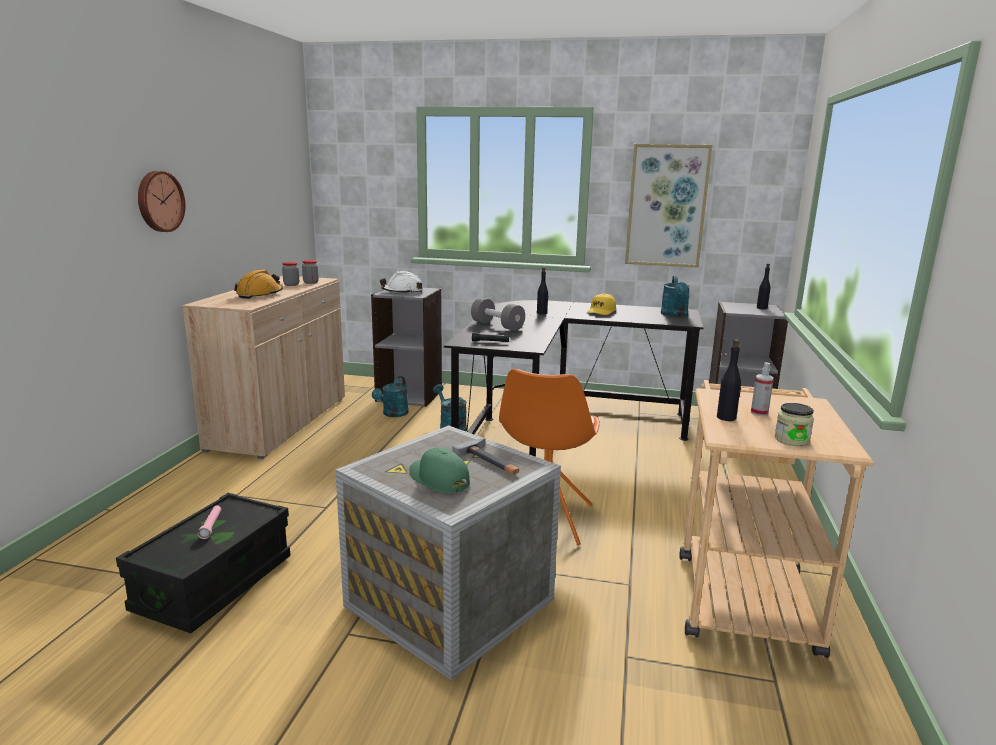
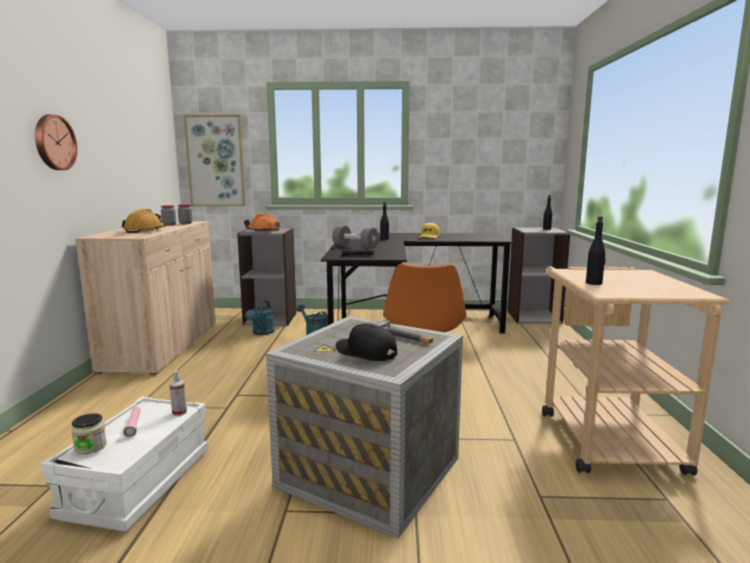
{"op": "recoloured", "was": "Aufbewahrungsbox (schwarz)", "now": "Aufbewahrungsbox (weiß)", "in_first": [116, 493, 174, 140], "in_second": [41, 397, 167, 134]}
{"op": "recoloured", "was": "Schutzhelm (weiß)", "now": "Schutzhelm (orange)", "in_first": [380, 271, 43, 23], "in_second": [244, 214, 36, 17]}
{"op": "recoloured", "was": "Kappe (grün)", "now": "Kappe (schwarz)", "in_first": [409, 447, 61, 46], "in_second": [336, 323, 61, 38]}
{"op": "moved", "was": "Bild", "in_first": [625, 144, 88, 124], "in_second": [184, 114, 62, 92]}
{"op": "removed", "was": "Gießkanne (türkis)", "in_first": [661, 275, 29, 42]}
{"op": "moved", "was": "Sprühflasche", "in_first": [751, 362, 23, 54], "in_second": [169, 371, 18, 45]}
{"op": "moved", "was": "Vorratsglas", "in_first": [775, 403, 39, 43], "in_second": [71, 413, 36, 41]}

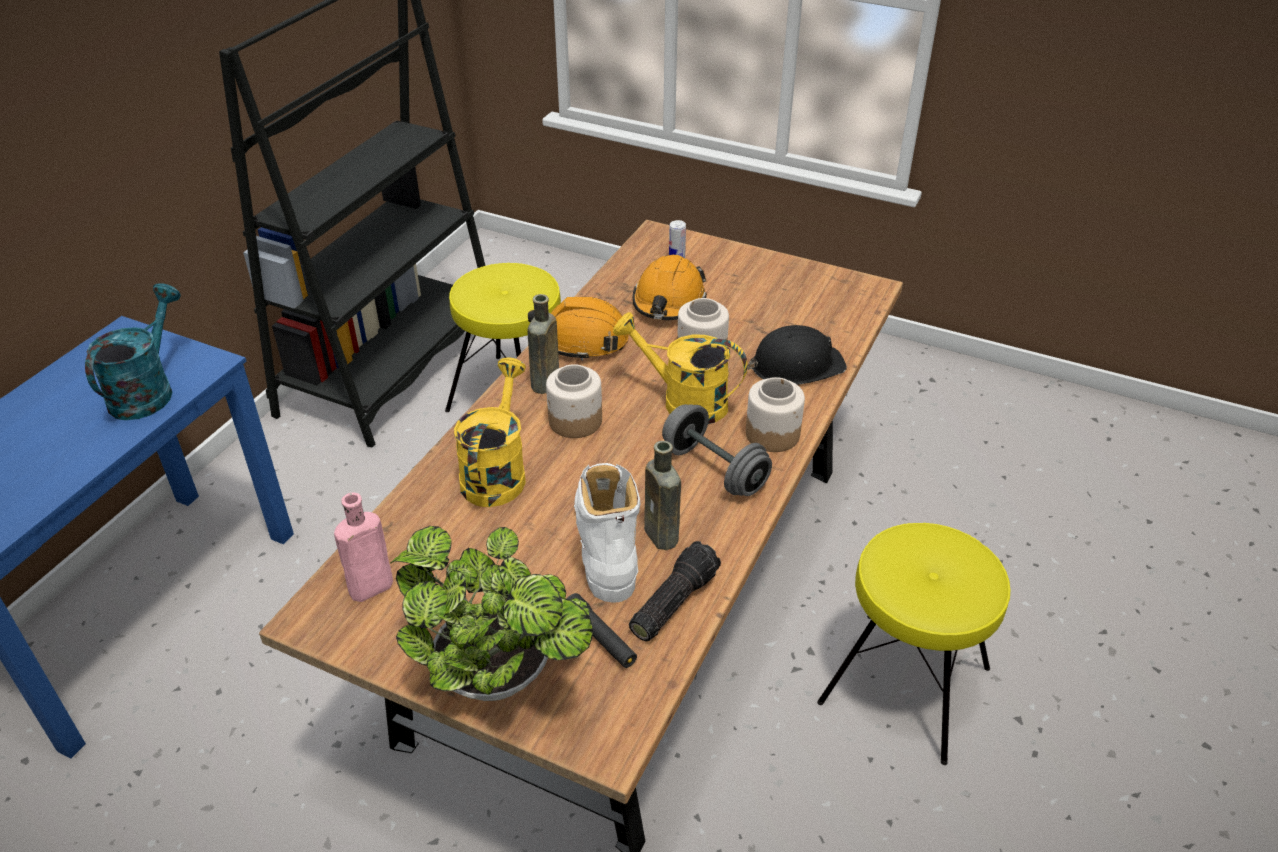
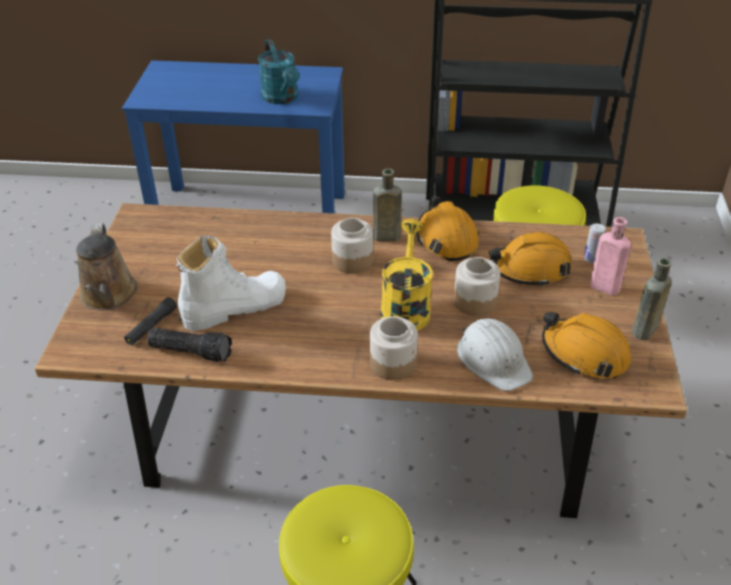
{"op": "turned", "was": "Gießkanne (türkis)", "in_first": [85, 283, 96, 137], "in_second": [258, 39, 41, 65], "clockwise": 75}
{"op": "moved", "was": "Flasche (rosa)", "in_first": [334, 492, 59, 110], "in_second": [588, 217, 43, 78]}
{"op": "replaced", "was": "Topfpflanze", "now": "Gießkanne (braun)", "in_first": [390, 526, 203, 175], "in_second": [76, 223, 62, 87]}
{"op": "removed", "was": "Gießkanne (gelb)", "in_first": [454, 358, 72, 149]}
{"op": "moved", "was": "Flasche (braun)", "in_first": [644, 441, 37, 109], "in_second": [632, 258, 40, 82]}
{"op": "removed", "was": "Hantel (grau)", "in_first": [662, 404, 110, 92]}
{"op": "recoloured", "was": "Schutzhelm (schwarz)", "now": "Schutzhelm (weiß)", "in_first": [748, 325, 99, 60], "in_second": [457, 318, 76, 73]}
{"op": "added", "now": "Schutzhelm (orange)", "in_second": [542, 312, 89, 66]}

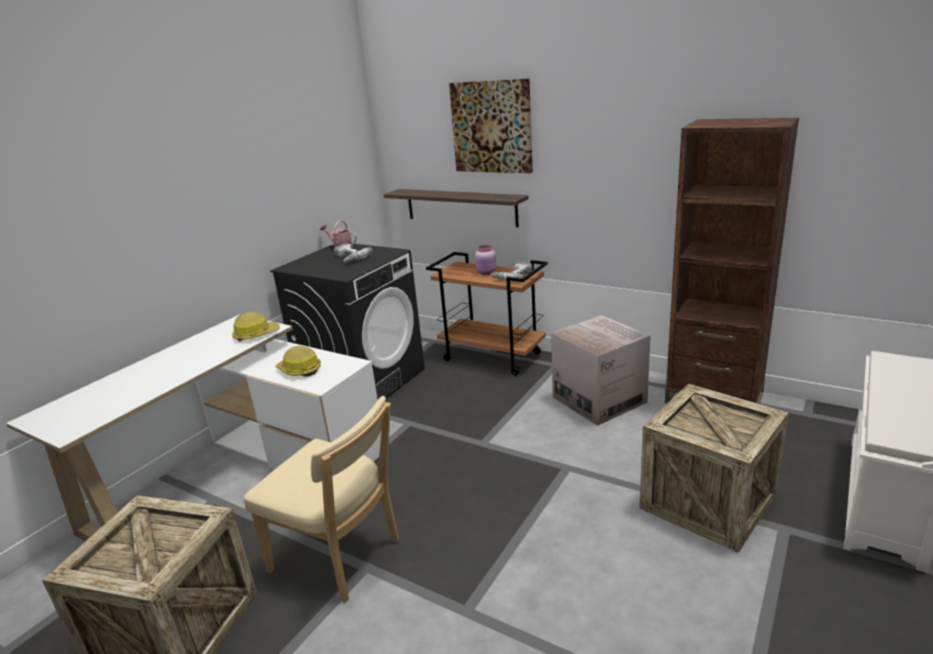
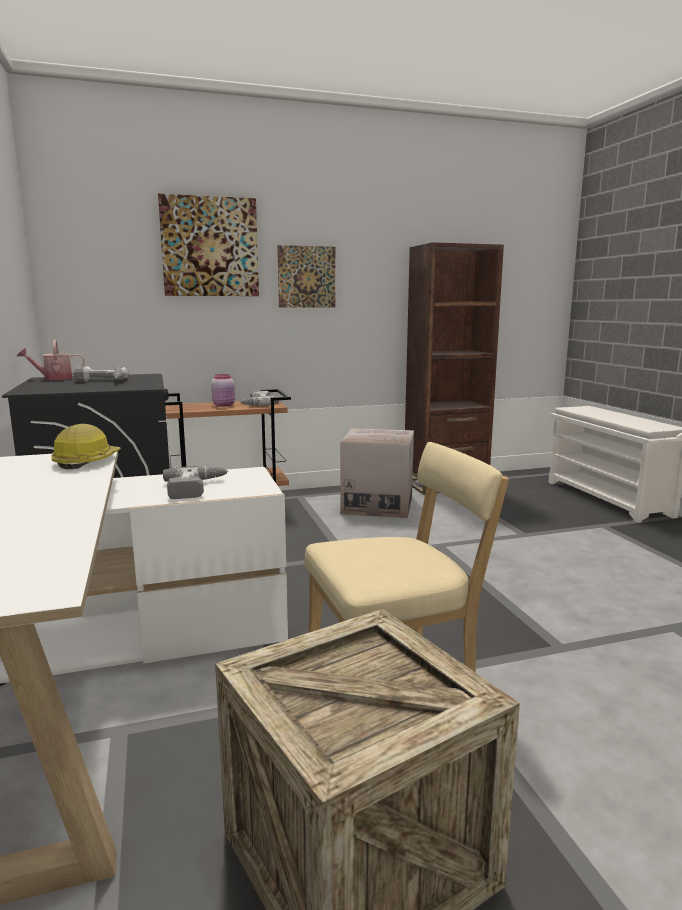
{"op": "replaced", "was": "Schutzhelm", "now": "Bohrmaschine", "in_first": [275, 346, 46, 31], "in_second": [163, 466, 65, 33]}
{"op": "removed", "was": "Wandregal", "in_first": [384, 189, 144, 38]}
{"op": "removed", "was": "Kiste", "in_first": [639, 384, 150, 169]}
{"op": "added", "now": "Bild", "in_second": [277, 245, 59, 63]}

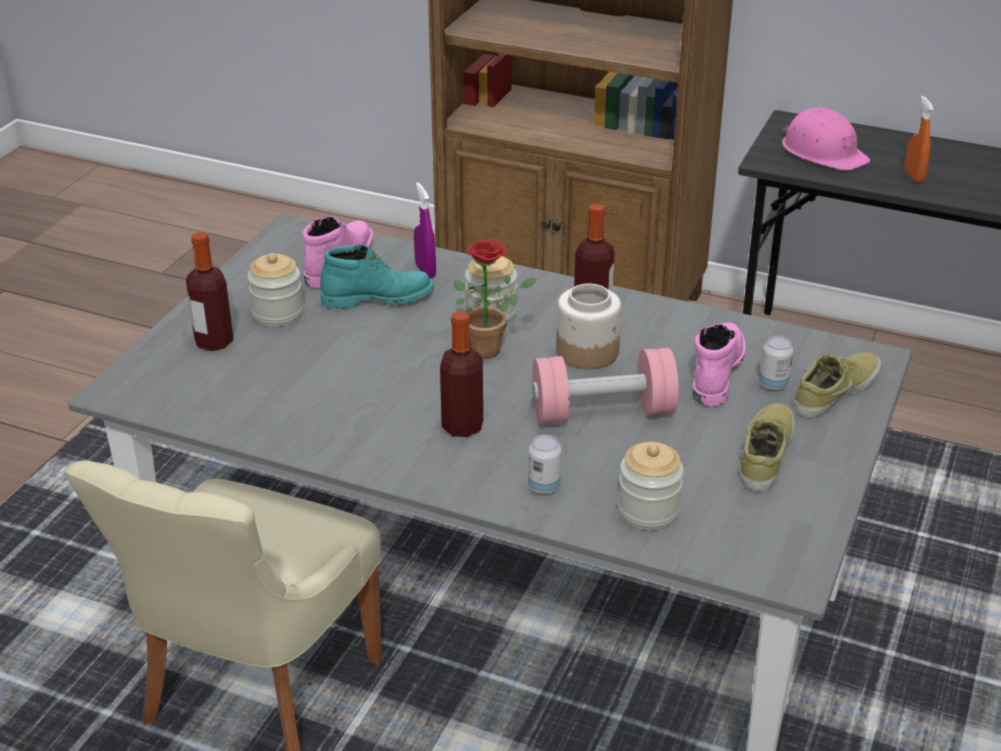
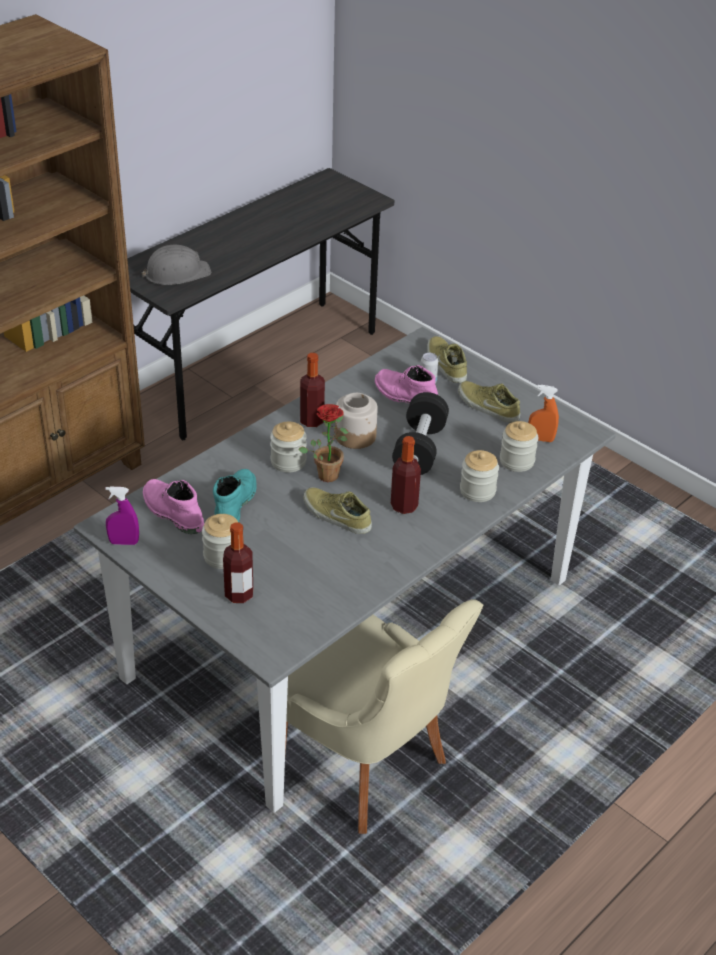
{"op": "moved", "was": "Sprühflasche (lila)", "in_first": [414, 182, 22, 96], "in_second": [106, 487, 33, 58]}
{"op": "replaced", "was": "Dose", "now": "Vorratsglas", "in_first": [528, 435, 34, 59], "in_second": [460, 450, 39, 52]}
{"op": "recoloured", "was": "Hantel (rosa)", "now": "Hantel (schwarz)", "in_first": [532, 348, 147, 76], "in_second": [392, 392, 57, 83]}
{"op": "recoloured", "was": "Schutzhelm (rosa)", "now": "Schutzhelm (grau)", "in_first": [782, 108, 88, 63], "in_second": [141, 245, 70, 40]}
{"op": "moved", "was": "Sprühflasche (orange)", "in_first": [905, 96, 29, 87], "in_second": [528, 385, 31, 57]}
{"op": "added", "now": "Schuh (beige)", "in_second": [303, 487, 69, 47]}

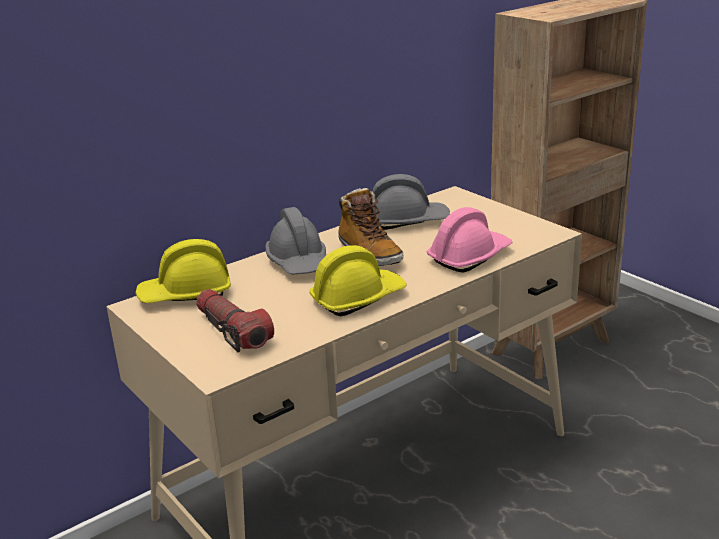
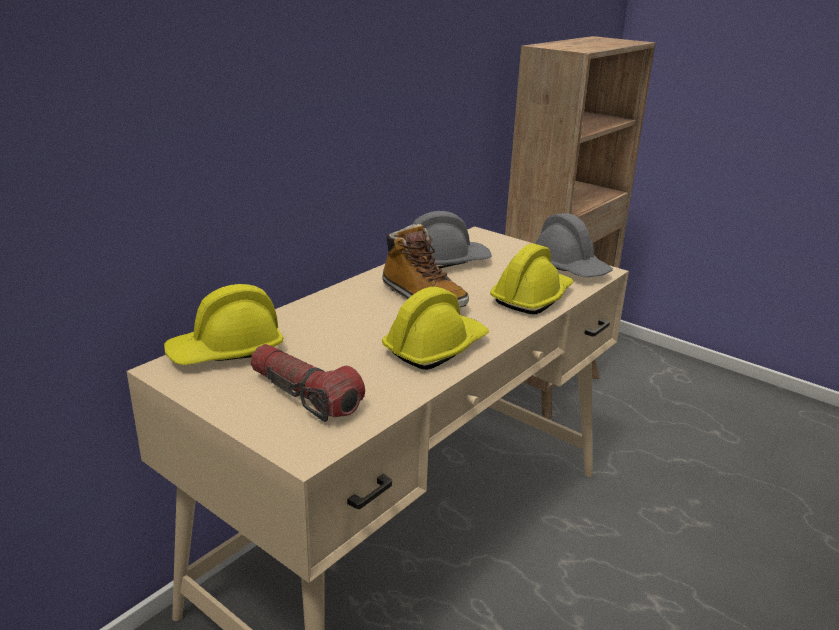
{"op": "moved", "was": "Schutzhelm (grau)", "in_first": [265, 207, 61, 67], "in_second": [535, 213, 78, 64]}
{"op": "recoloured", "was": "Schutzhelm (rosa)", "now": "Schutzhelm (gelb)", "in_first": [427, 207, 86, 66], "in_second": [490, 244, 84, 70]}

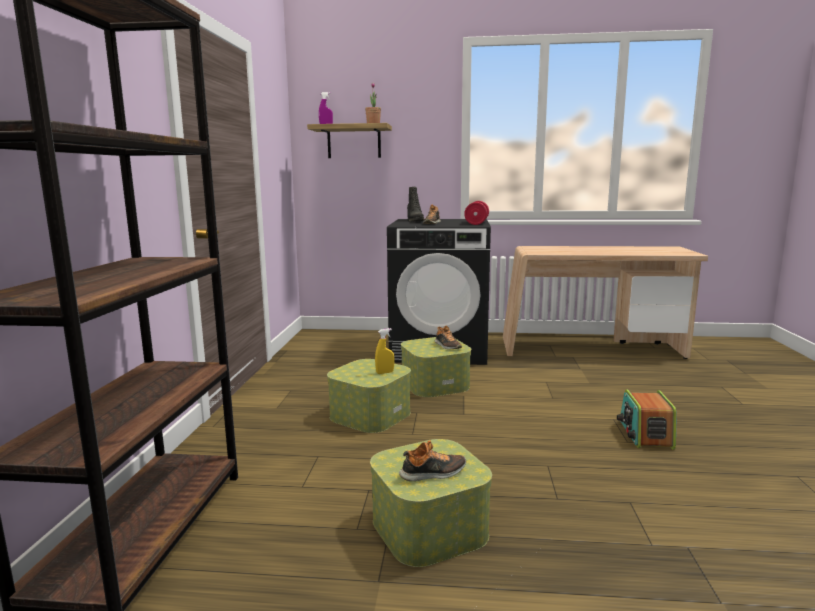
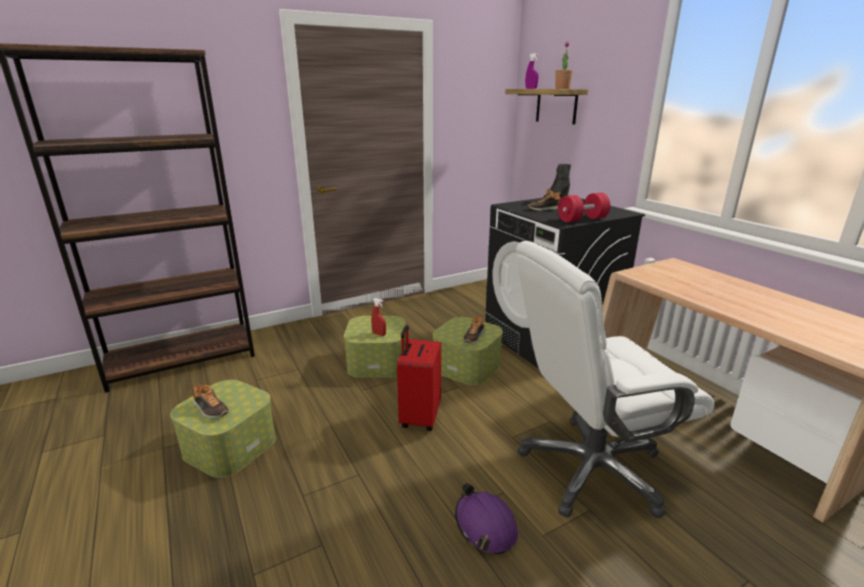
{"op": "recoloured", "was": "Sprühflasche (gelb)", "now": "Sprühflasche (rot)", "in_first": [375, 328, 20, 46], "in_second": [371, 298, 15, 38]}
{"op": "replaced", "was": "Radio", "now": "Schutzhelm (lila)", "in_first": [617, 389, 60, 61], "in_second": [455, 483, 63, 72]}
{"op": "added", "now": "Koffer (rot)", "in_second": [397, 325, 44, 106]}
{"op": "added", "now": "Bürostuhl (weiß)", "in_second": [516, 241, 199, 277]}

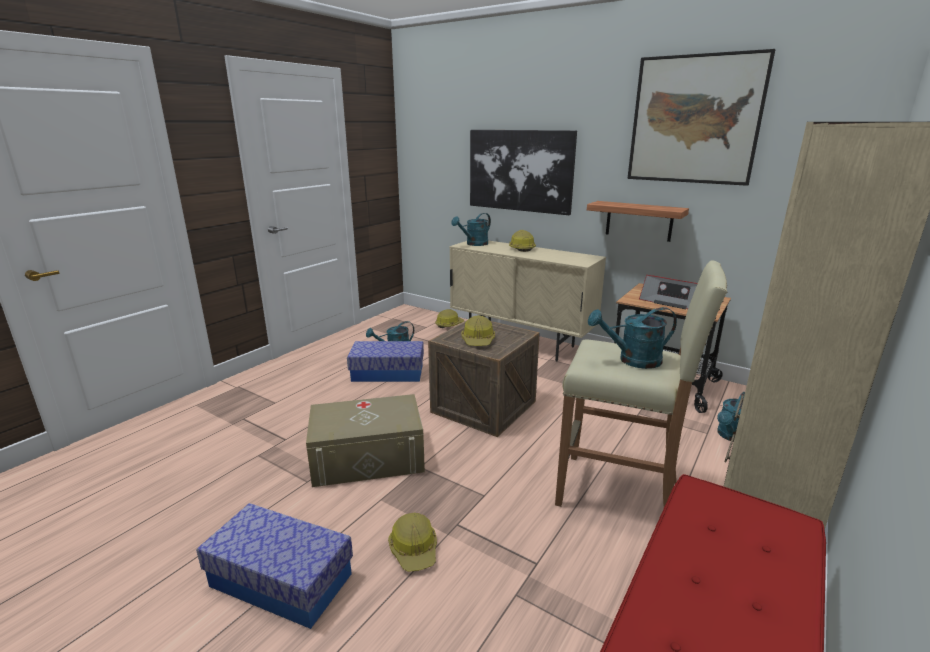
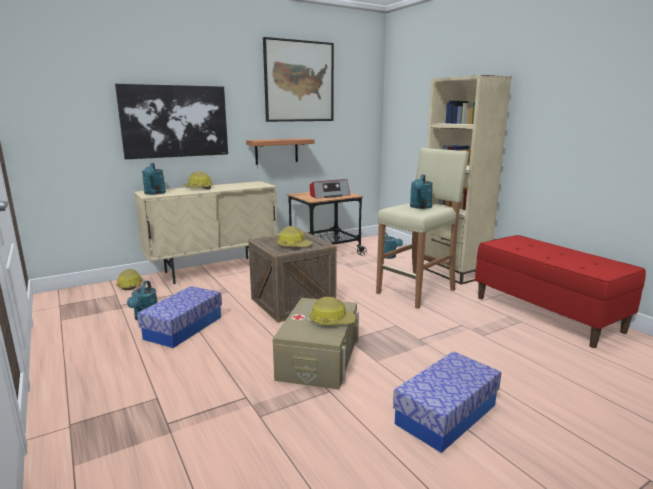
{"op": "moved", "was": "Schutzhelm", "in_first": [388, 513, 49, 59], "in_second": [309, 297, 47, 28]}

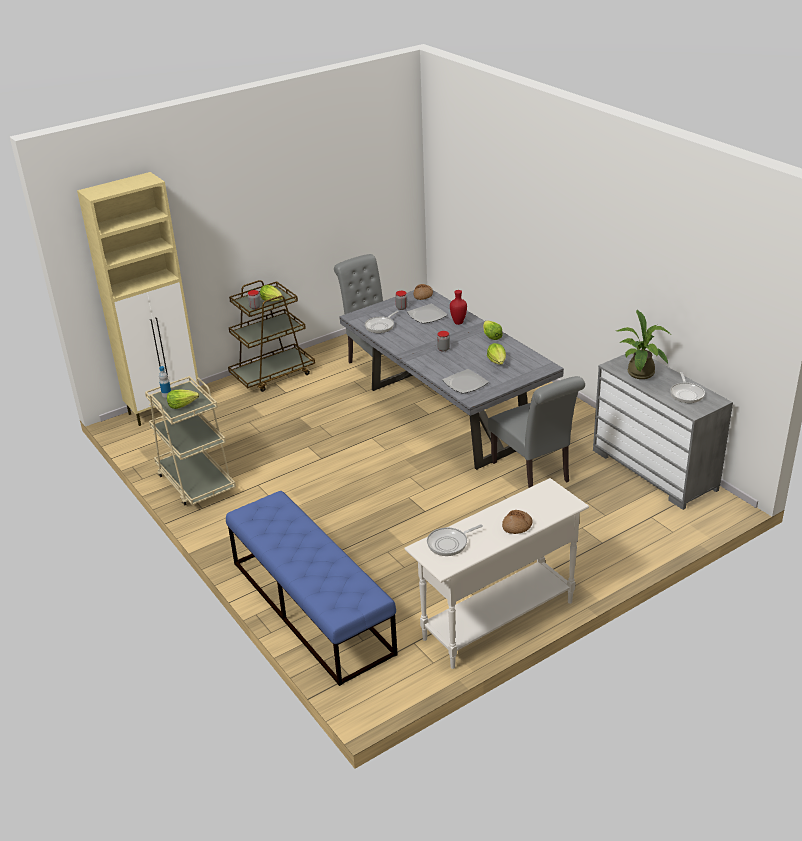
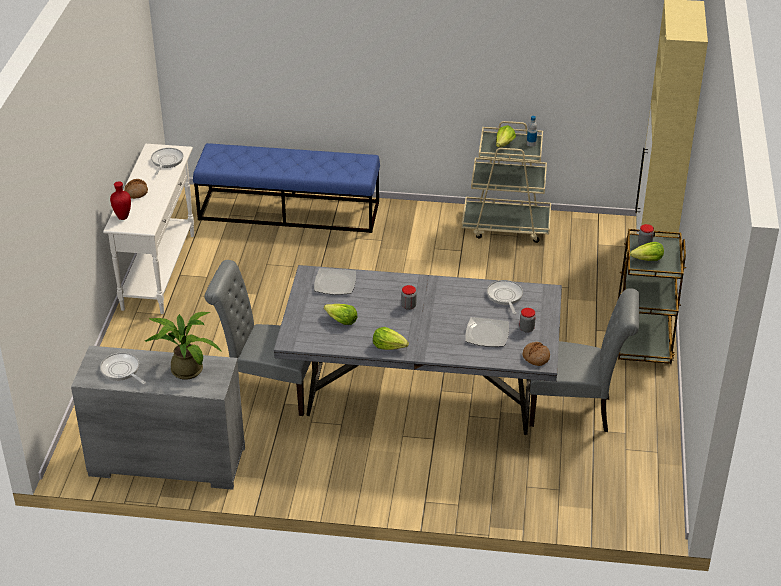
{"op": "moved", "was": "Vase (rot)", "in_first": [450, 290, 17, 35], "in_second": [110, 182, 21, 38]}

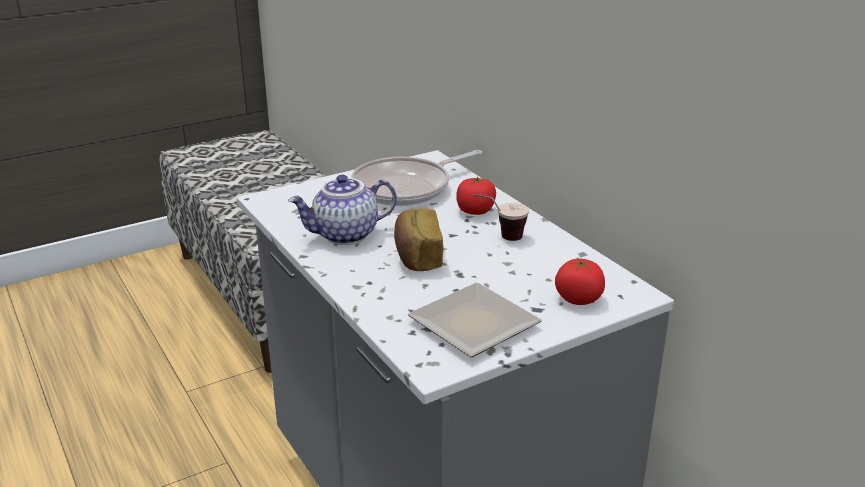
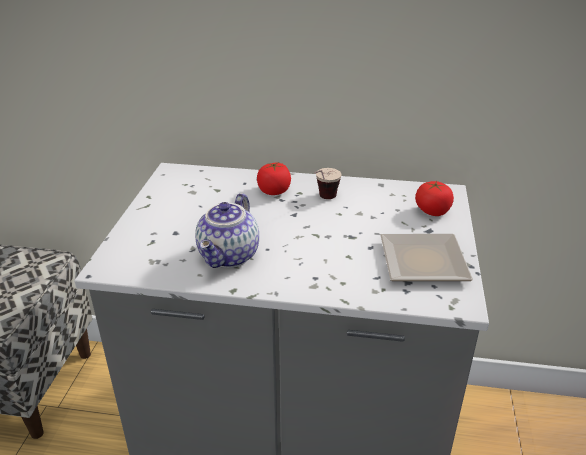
{"op": "removed", "was": "Pfanne", "in_first": [351, 150, 131, 56]}
{"op": "removed", "was": "Brot", "in_first": [394, 208, 49, 63]}

